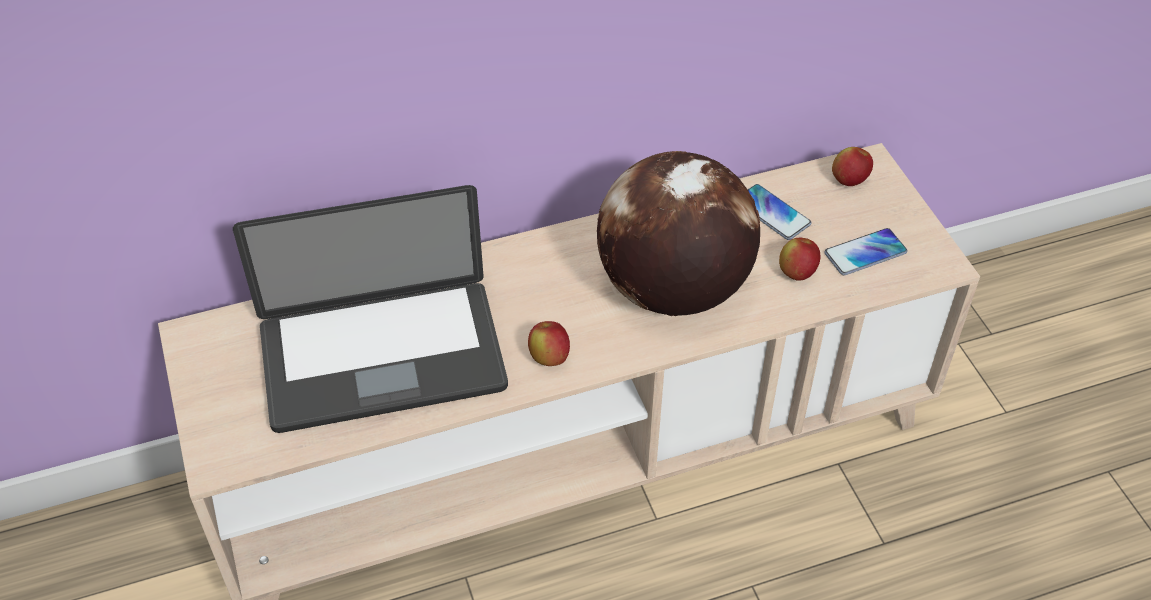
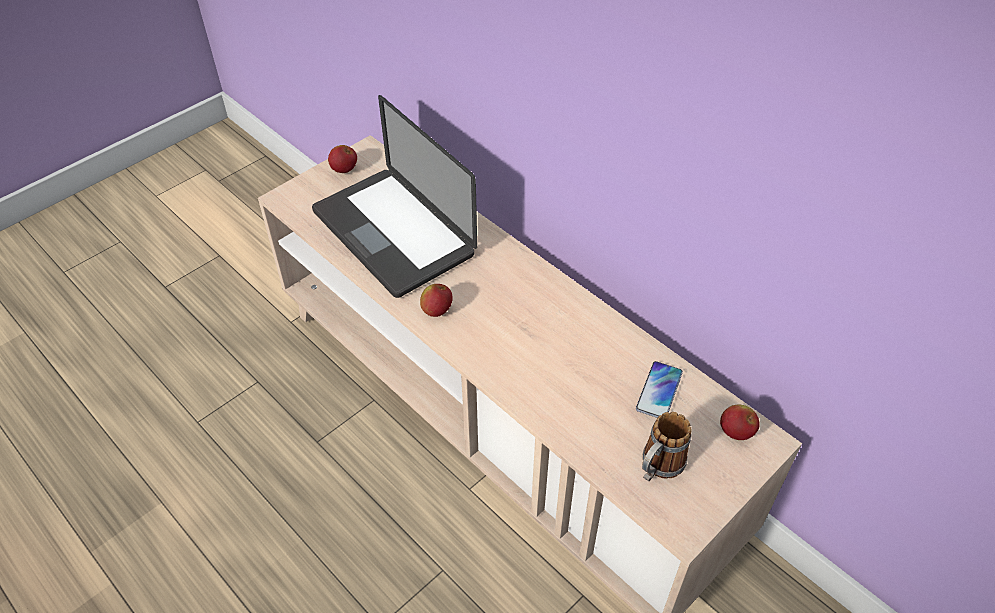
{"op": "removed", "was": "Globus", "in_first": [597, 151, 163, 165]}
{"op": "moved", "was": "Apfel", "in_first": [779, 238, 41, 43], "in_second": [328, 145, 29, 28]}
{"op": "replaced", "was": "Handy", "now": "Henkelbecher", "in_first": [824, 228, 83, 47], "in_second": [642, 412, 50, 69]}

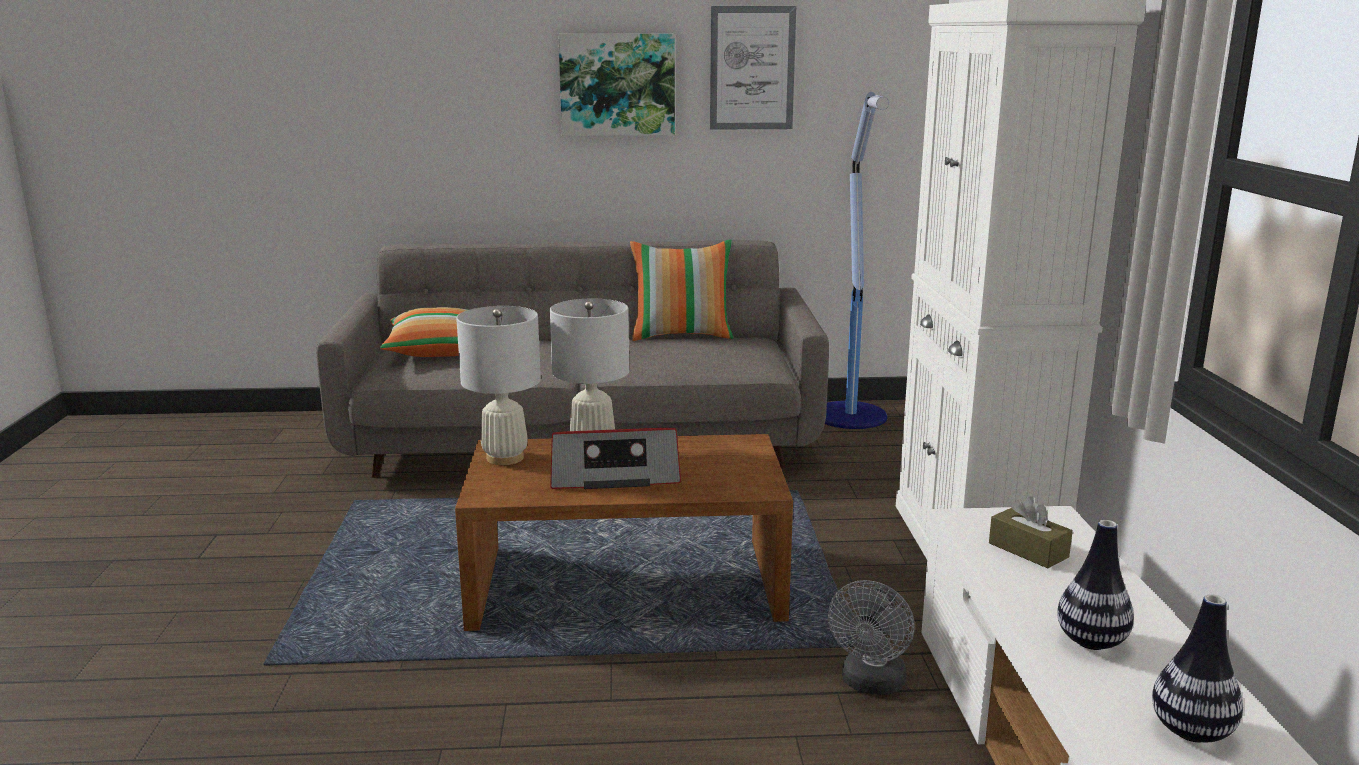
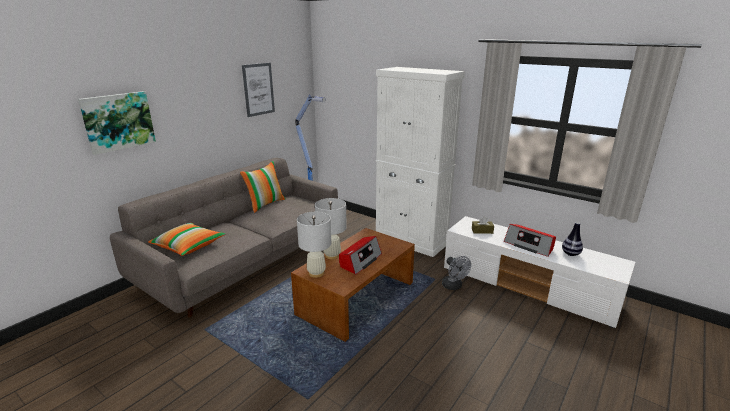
{"op": "moved", "was": "Bild", "in_first": [558, 34, 117, 102], "in_second": [78, 91, 78, 64]}
{"op": "replaced", "was": "Vase", "now": "Radio", "in_first": [1057, 520, 77, 130], "in_second": [504, 224, 52, 33]}

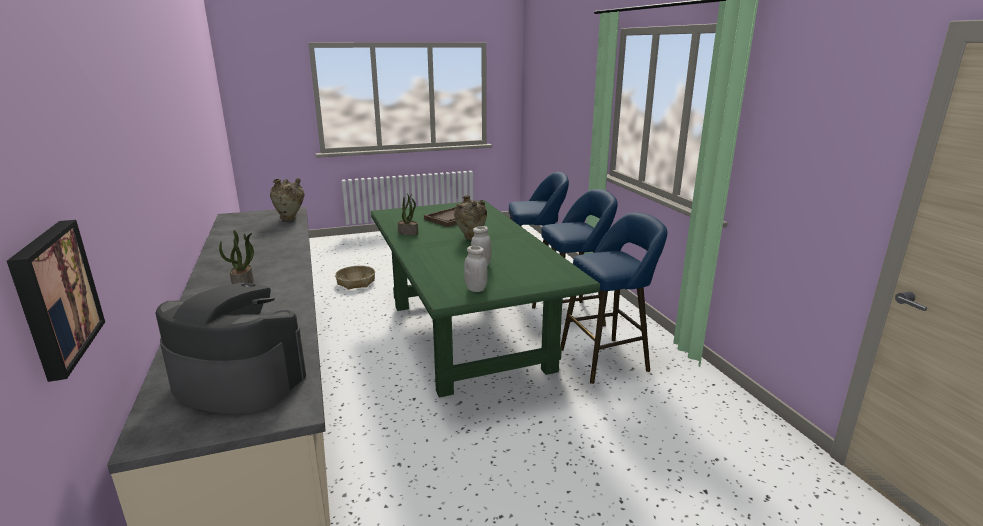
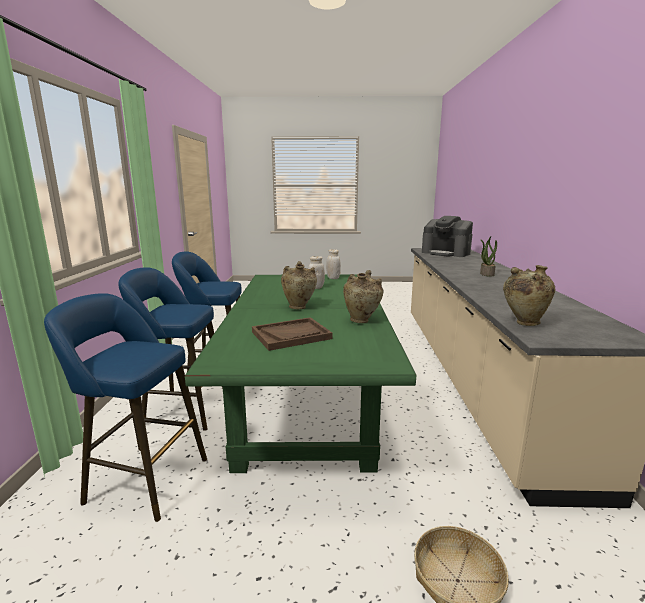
{"op": "removed", "was": "Bild", "in_first": [7, 220, 98, 162]}
{"op": "replaced", "was": "Topfpflanze", "now": "Vase (beige)", "in_first": [398, 193, 20, 43], "in_second": [343, 270, 41, 53]}

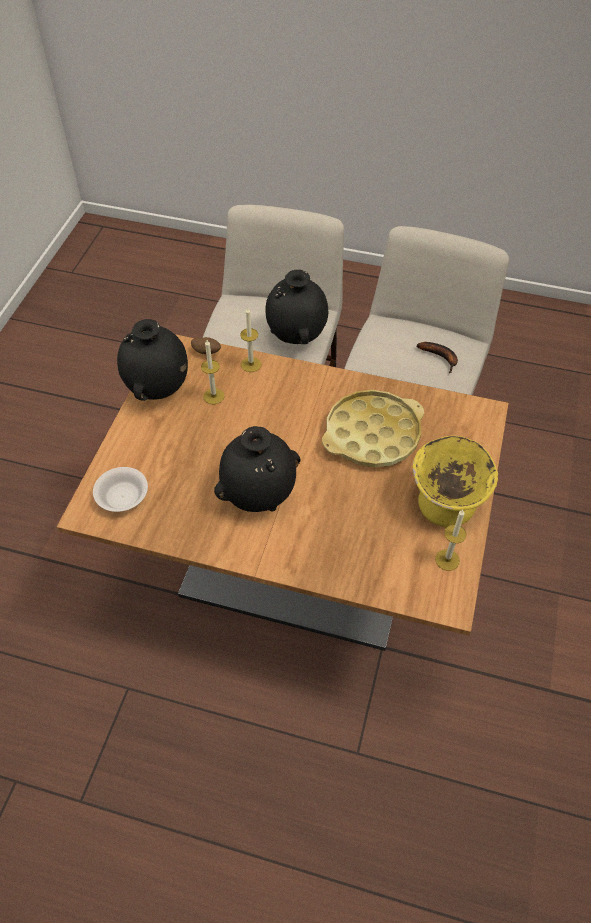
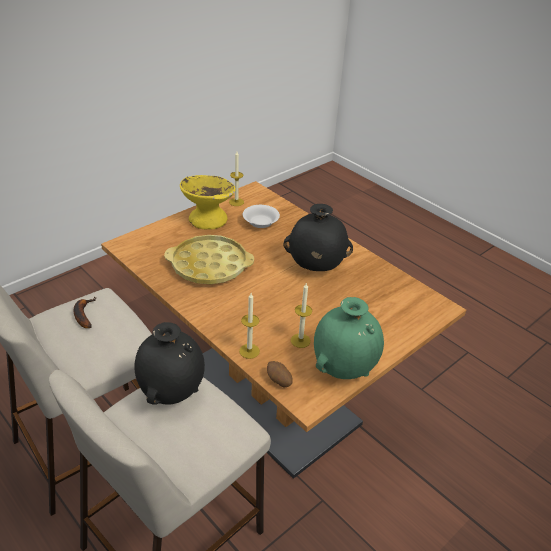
{"op": "moved", "was": "Schüssel (weiß)", "in_first": [93, 467, 55, 45], "in_second": [243, 205, 37, 23]}
{"op": "recoloured", "was": "Vase (schwarz)", "now": "Vase (grün)", "in_first": [117, 319, 71, 82], "in_second": [314, 297, 70, 82]}

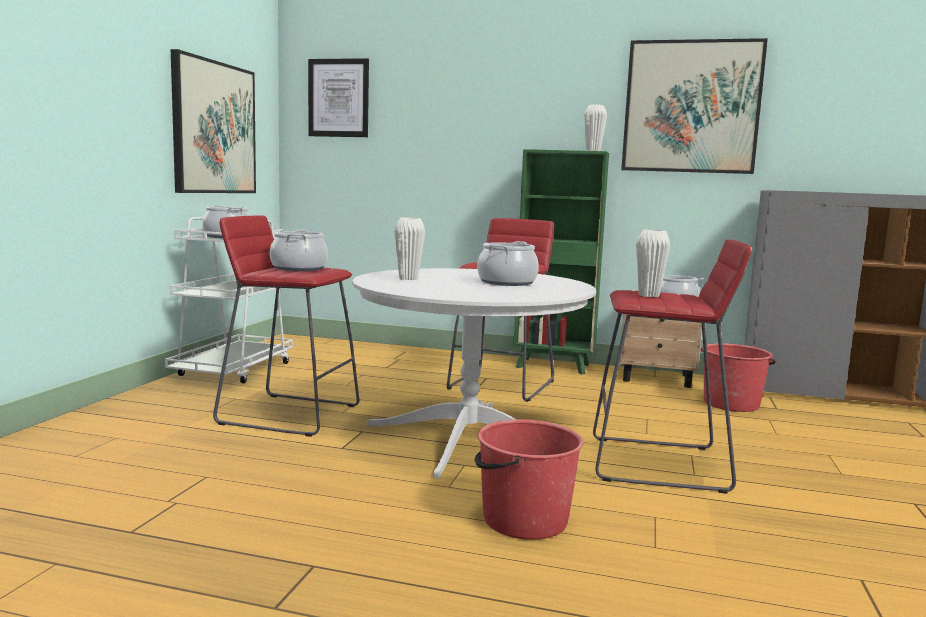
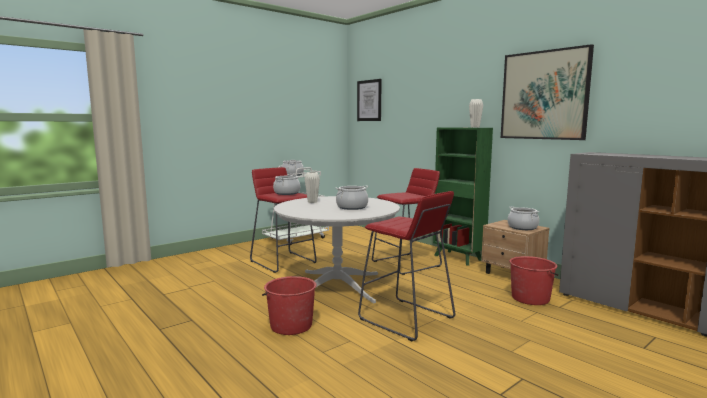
{"op": "removed", "was": "Bild", "in_first": [171, 49, 85, 144]}
{"op": "removed", "was": "Vase (weiß)", "in_first": [636, 230, 34, 67]}

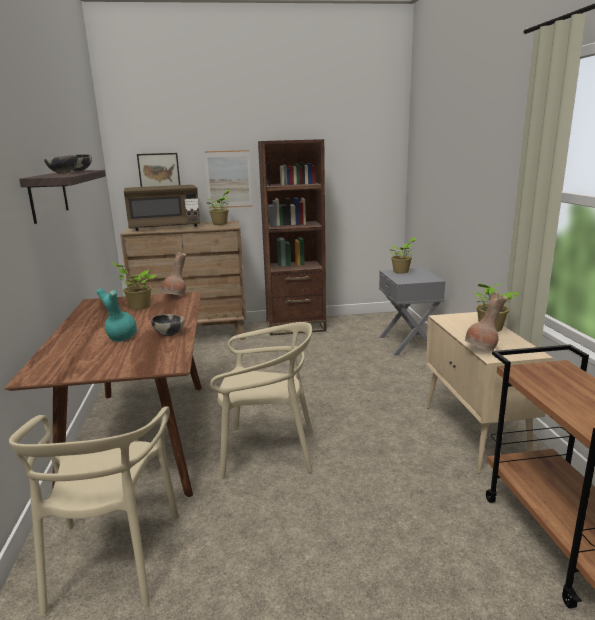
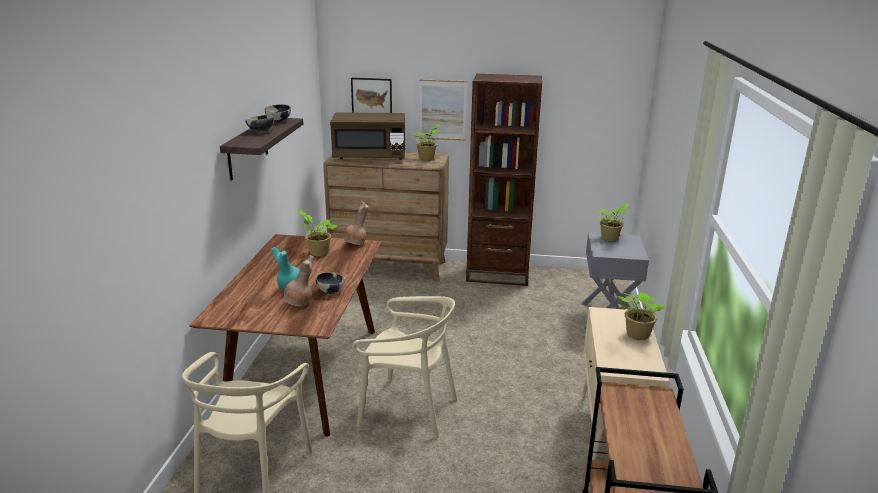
{"op": "moved", "was": "Vase (braun)", "in_first": [465, 292, 42, 59], "in_second": [283, 255, 31, 51]}

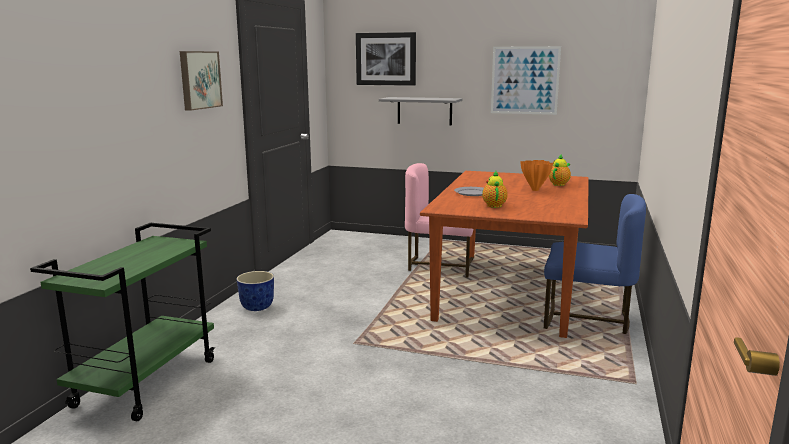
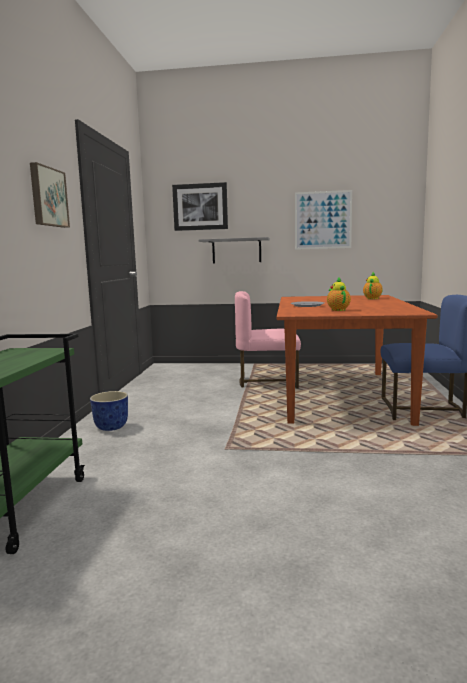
{"op": "removed", "was": "Vase (orange)", "in_first": [520, 160, 33, 31]}

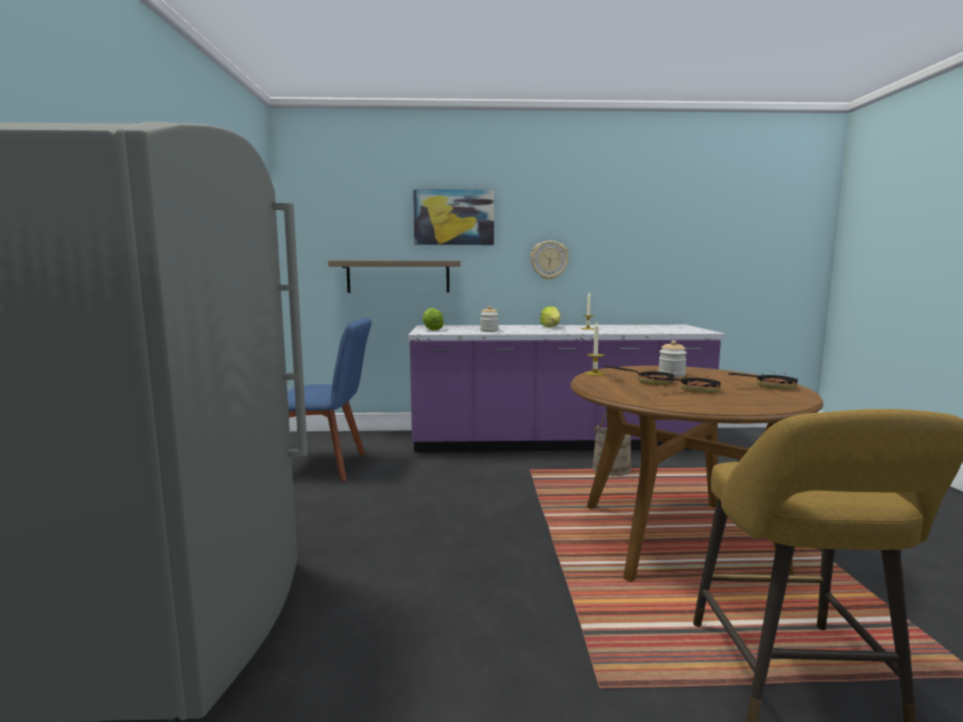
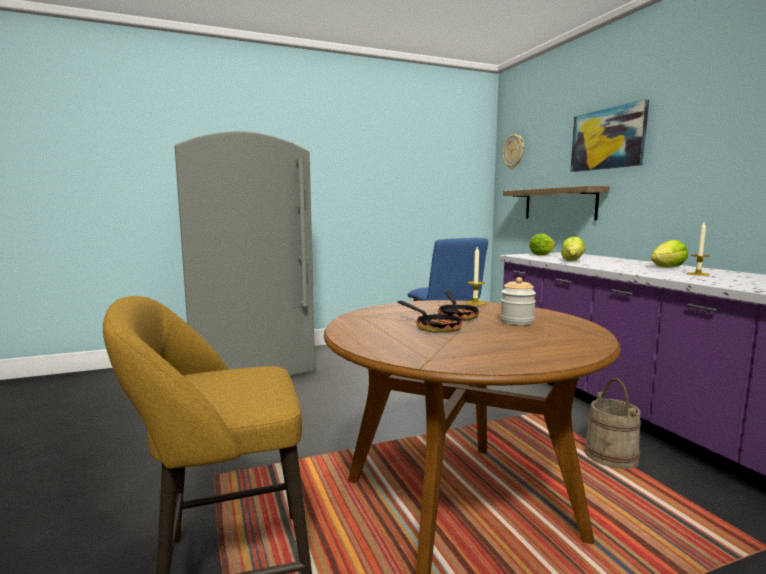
{"op": "replaced", "was": "Vorratsglas", "now": "Salatkopf", "in_first": [480, 306, 19, 26], "in_second": [561, 236, 24, 25]}
{"op": "moved", "was": "Wanduhr", "in_first": [530, 241, 39, 39], "in_second": [502, 134, 22, 35]}
{"op": "removed", "was": "Pfanne", "in_first": [728, 372, 70, 17]}

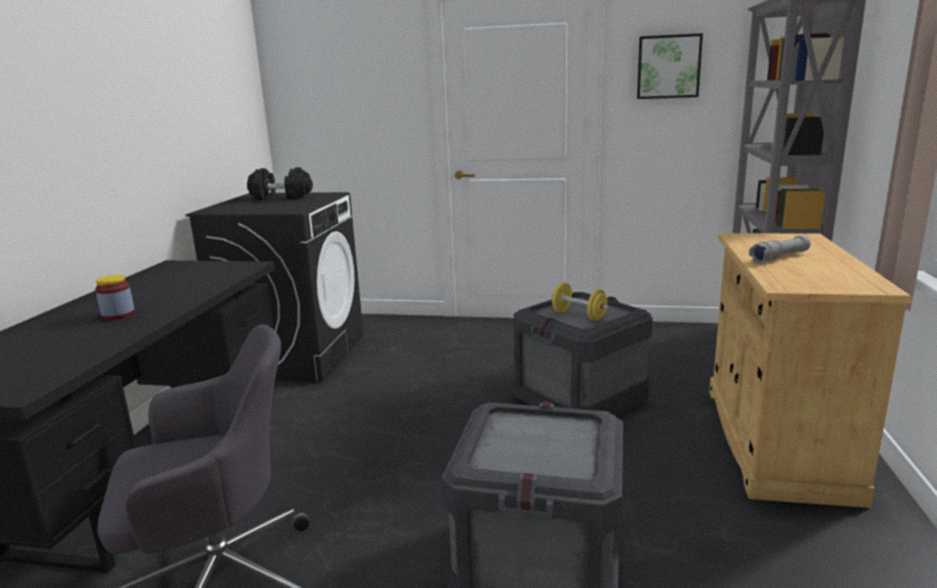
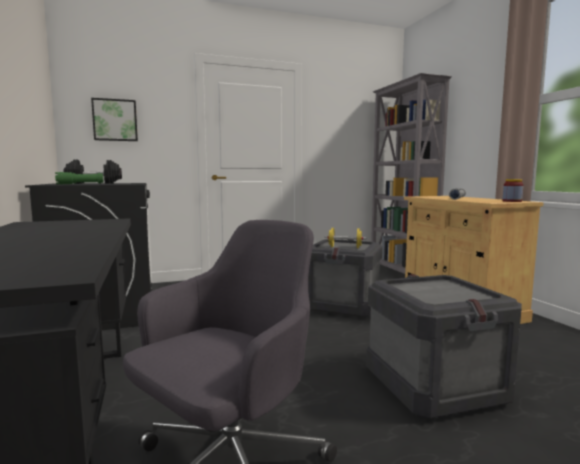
{"op": "moved", "was": "Vorratsglas", "in_first": [95, 275, 40, 45], "in_second": [502, 179, 21, 23]}
{"op": "moved", "was": "Bild", "in_first": [637, 33, 66, 66], "in_second": [91, 98, 47, 43]}
{"op": "added", "now": "Taschenlampe (grün)", "in_second": [55, 172, 48, 12]}

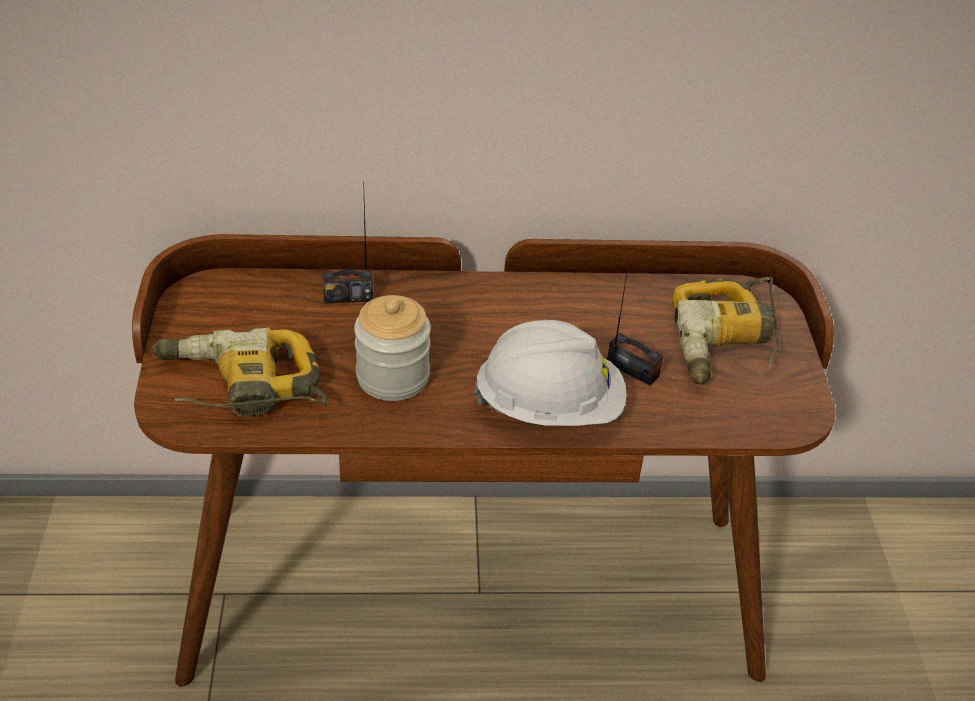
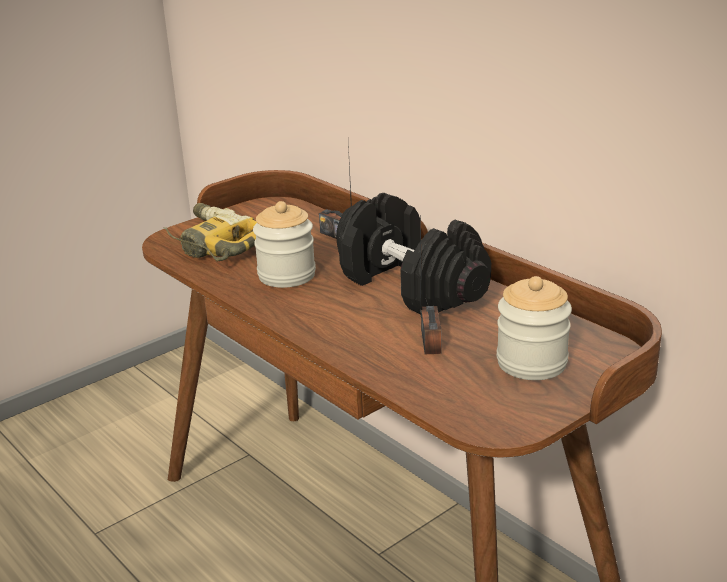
{"op": "removed", "was": "Schutzhelm (weiß)", "in_first": [474, 320, 153, 106]}
{"op": "replaced", "was": "Bohrmaschine", "now": "Vorratsglas", "in_first": [672, 277, 107, 107], "in_second": [497, 276, 75, 104]}
{"op": "added", "now": "Hantel (schwarz)", "in_second": [336, 193, 155, 121]}

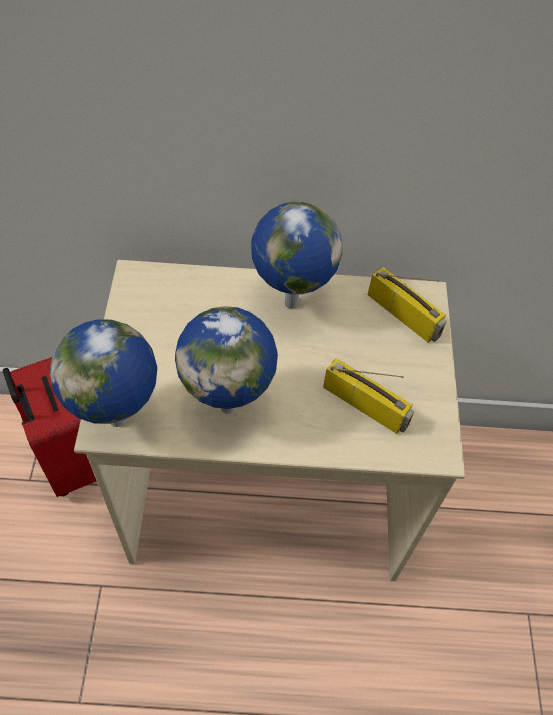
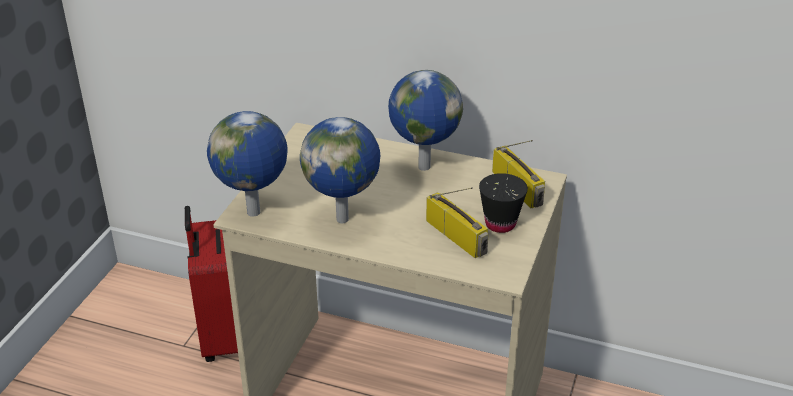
{"op": "added", "now": "Tasse (schwarz)", "in_second": [479, 173, 49, 60]}

